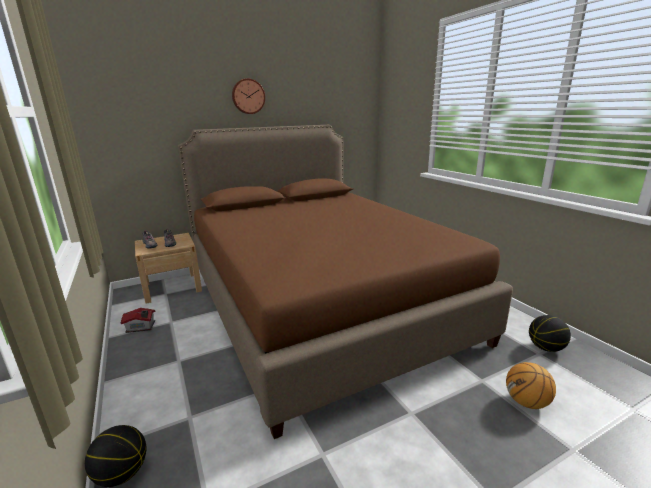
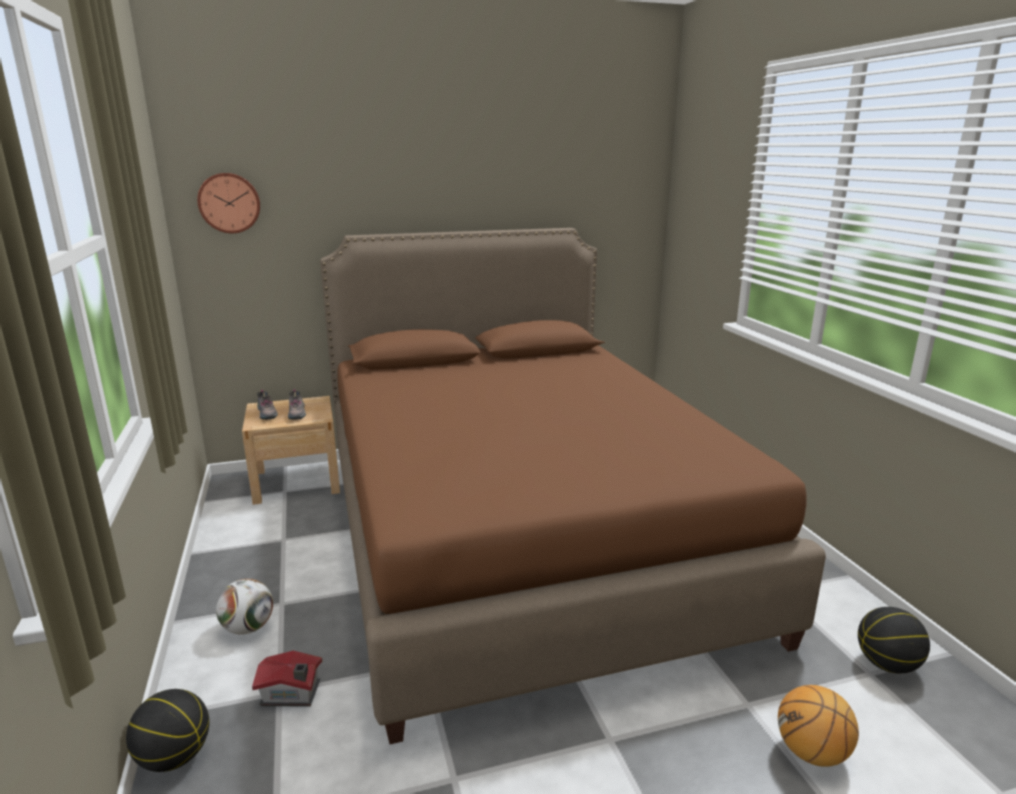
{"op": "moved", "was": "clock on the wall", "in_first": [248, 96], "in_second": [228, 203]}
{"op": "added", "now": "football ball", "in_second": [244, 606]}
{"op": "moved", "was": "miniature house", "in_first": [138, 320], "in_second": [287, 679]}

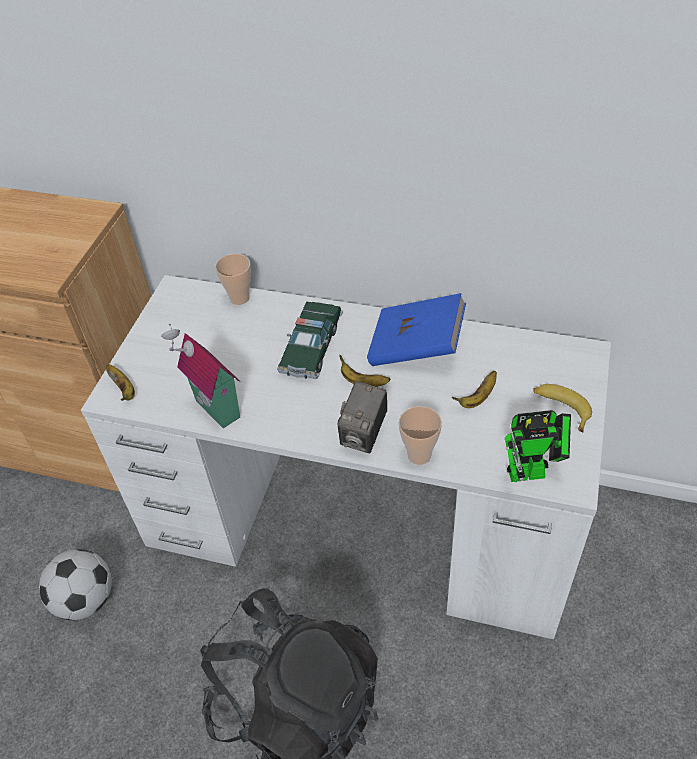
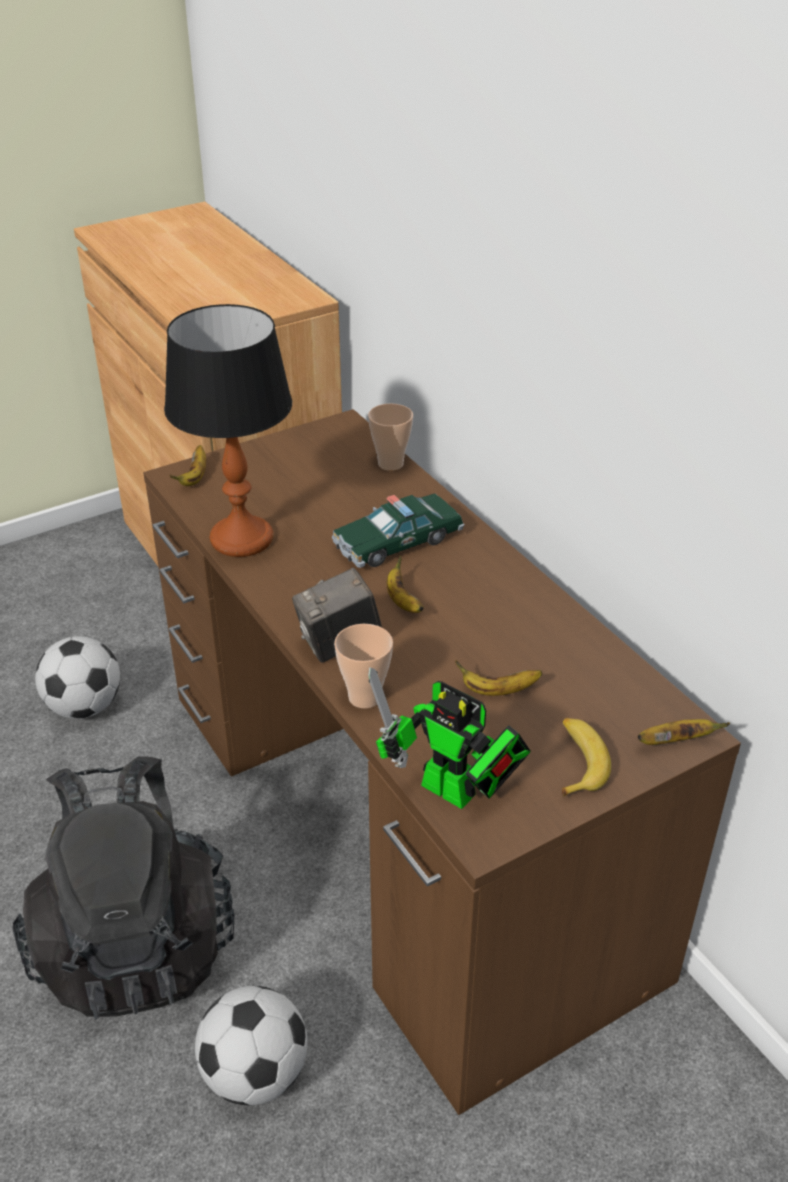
{"op": "recoloured", "was": "whitish desk", "now": "brownish desk", "in_first": [346, 457], "in_second": [442, 762]}
{"op": "replaced", "was": "miniature house", "now": "table lamp", "in_first": [201, 376], "in_second": [228, 430]}
{"op": "added", "now": "football ball", "in_second": [251, 1045]}
{"op": "added", "now": "whole banana", "in_second": [684, 732]}
{"op": "removed", "was": "bluish book", "in_first": [416, 329]}

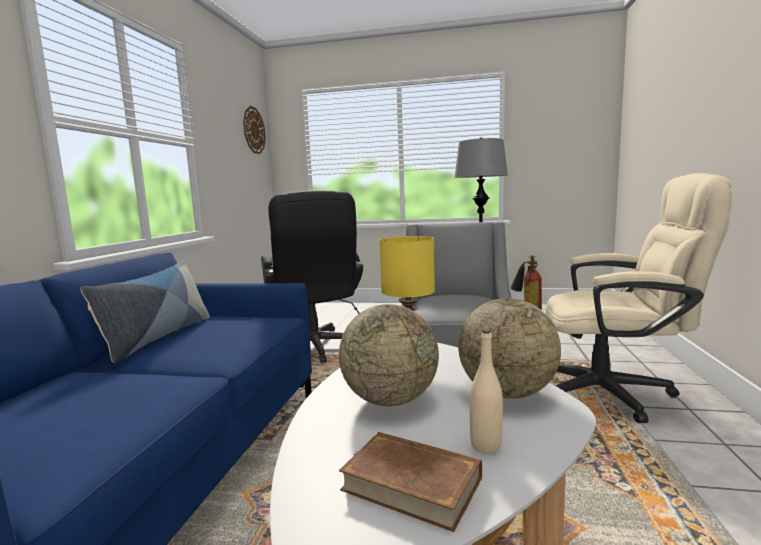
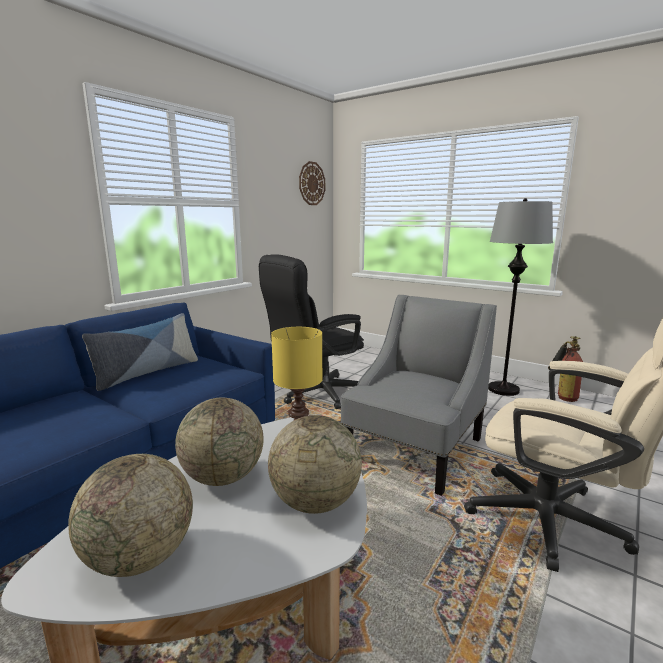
{"op": "replaced", "was": "brownish book", "now": "world globe", "in_first": [410, 482], "in_second": [130, 515]}
{"op": "turned", "was": "blackish desk chair", "in_first": [312, 276], "in_second": [311, 331], "clockwise": 45}
{"op": "removed", "was": "beige-coloured beverage bottle", "in_first": [486, 391]}

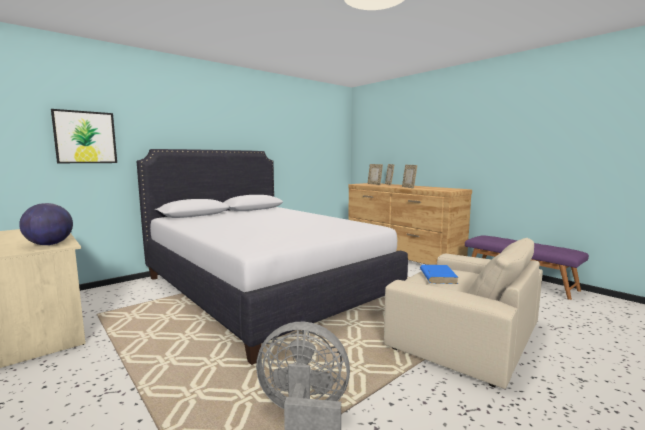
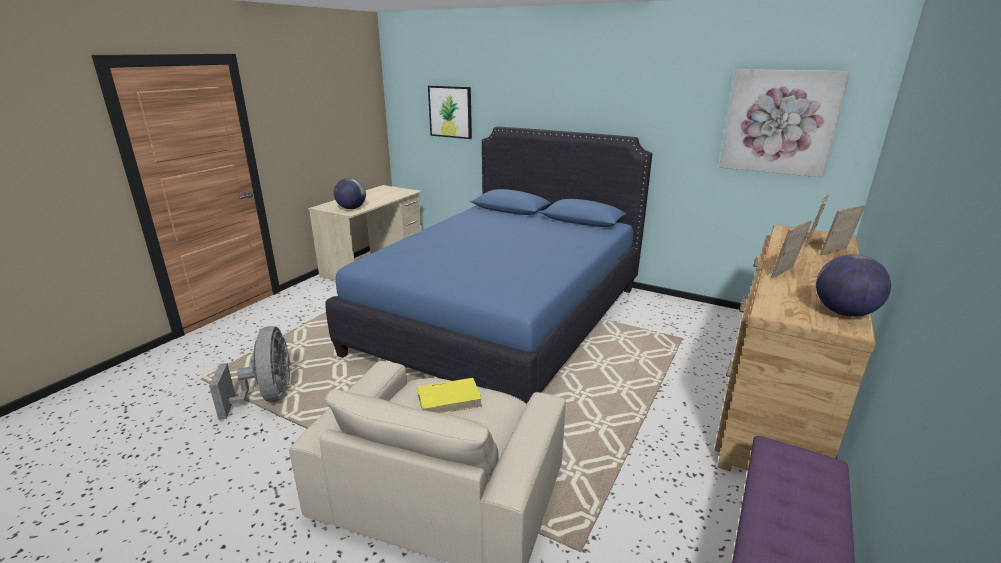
{"op": "recoloured", "was": "whitish bedroom bed", "now": "bluish bedroom bed", "in_first": [272, 257], "in_second": [488, 265]}
{"op": "recoloured", "was": "bluish book", "now": "yellow book", "in_first": [439, 274], "in_second": [449, 395]}
{"op": "added", "now": "wall art", "in_second": [784, 123]}
{"op": "added", "now": "world globe", "in_second": [853, 285]}

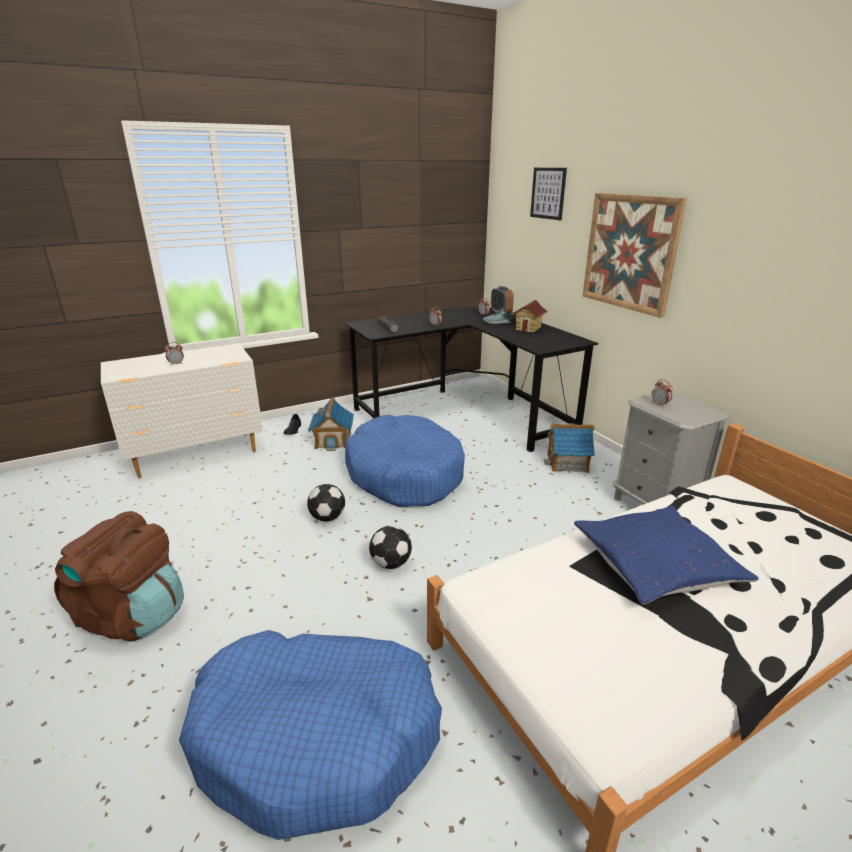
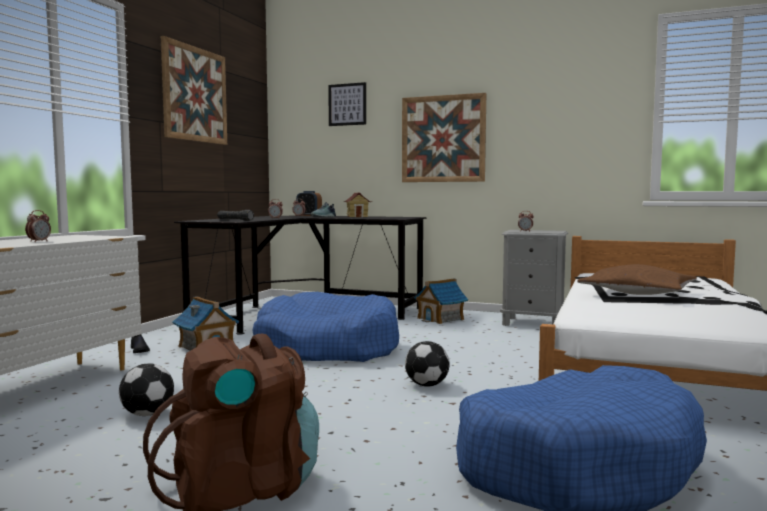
{"op": "moved", "was": "football ball", "in_first": [326, 503], "in_second": [146, 390]}
{"op": "added", "now": "wall art", "in_second": [194, 90]}
{"op": "recoloured", "was": "bluish throw pillow", "now": "brownish throw pillow", "in_first": [666, 555], "in_second": [637, 279]}

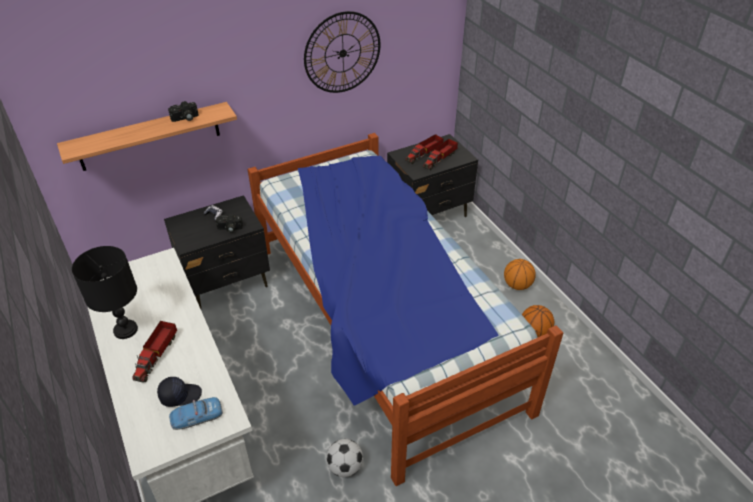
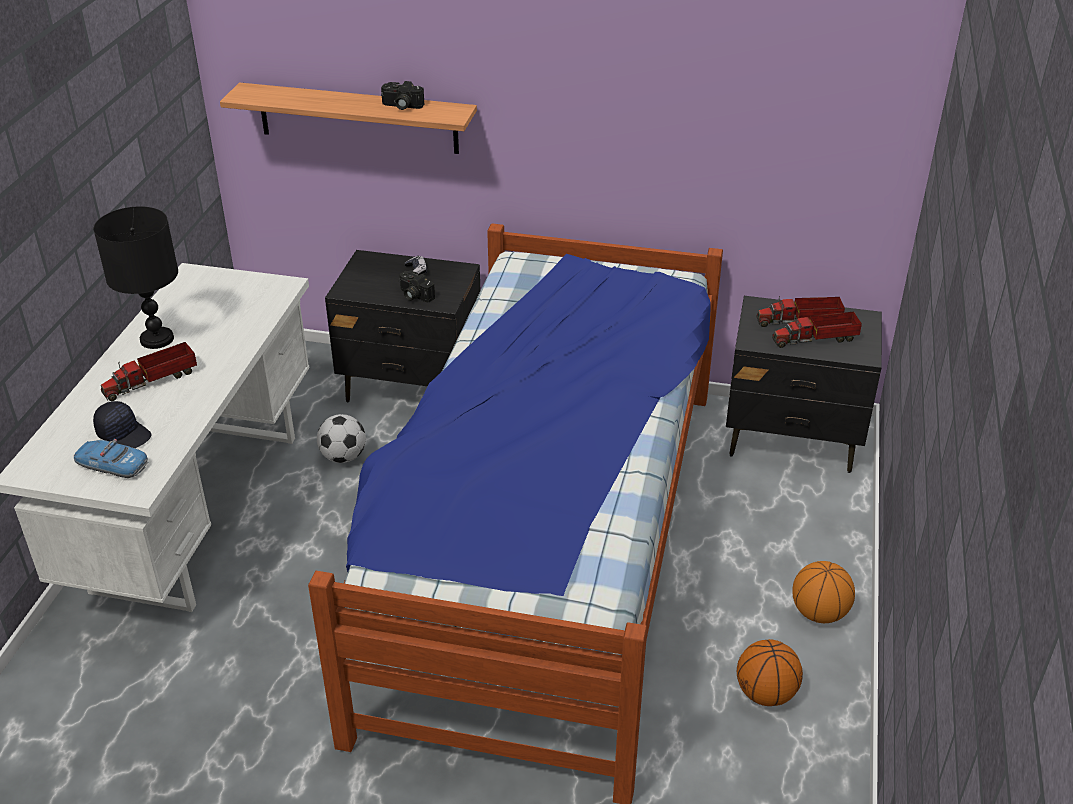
{"op": "moved", "was": "football ball", "in_first": [344, 458], "in_second": [341, 438]}
{"op": "removed", "was": "clock on the wall", "in_first": [342, 52]}

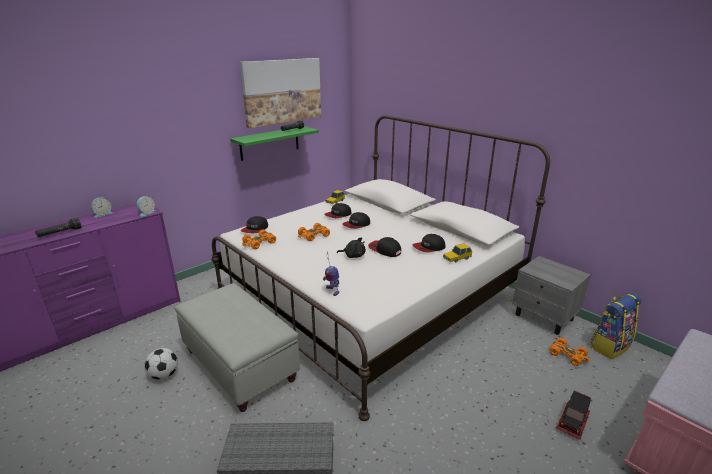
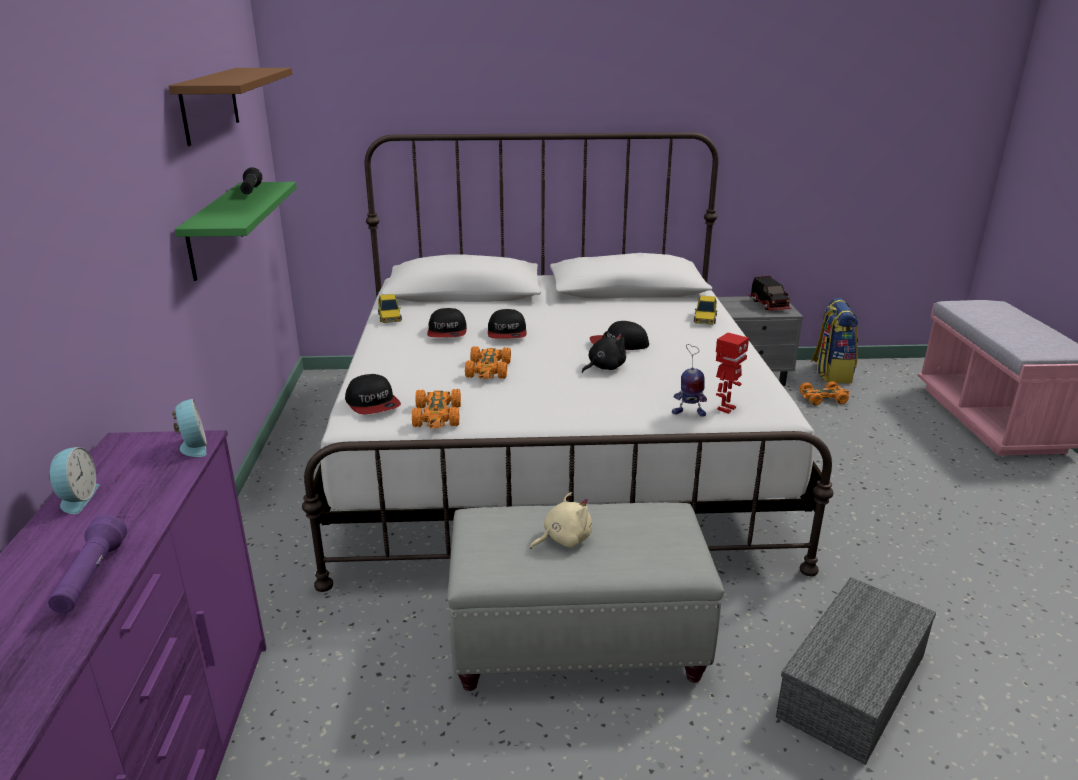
{"op": "recoloured", "was": "blackish hand torch", "now": "purple-coloured hand torch", "in_first": [58, 227], "in_second": [87, 563]}
{"op": "replaced", "was": "wall art", "now": "brownish wall shelf", "in_first": [280, 93], "in_second": [230, 107]}
{"op": "added", "now": "beige-coloured soft toy", "in_second": [561, 520]}
{"op": "added", "now": "toy robot", "in_second": [732, 373]}
{"op": "moved", "was": "toy lorry", "in_first": [573, 415], "in_second": [770, 293]}
{"op": "removed", "was": "football ball", "in_first": [161, 364]}
{"op": "removed", "was": "baseball cap", "in_first": [429, 243]}

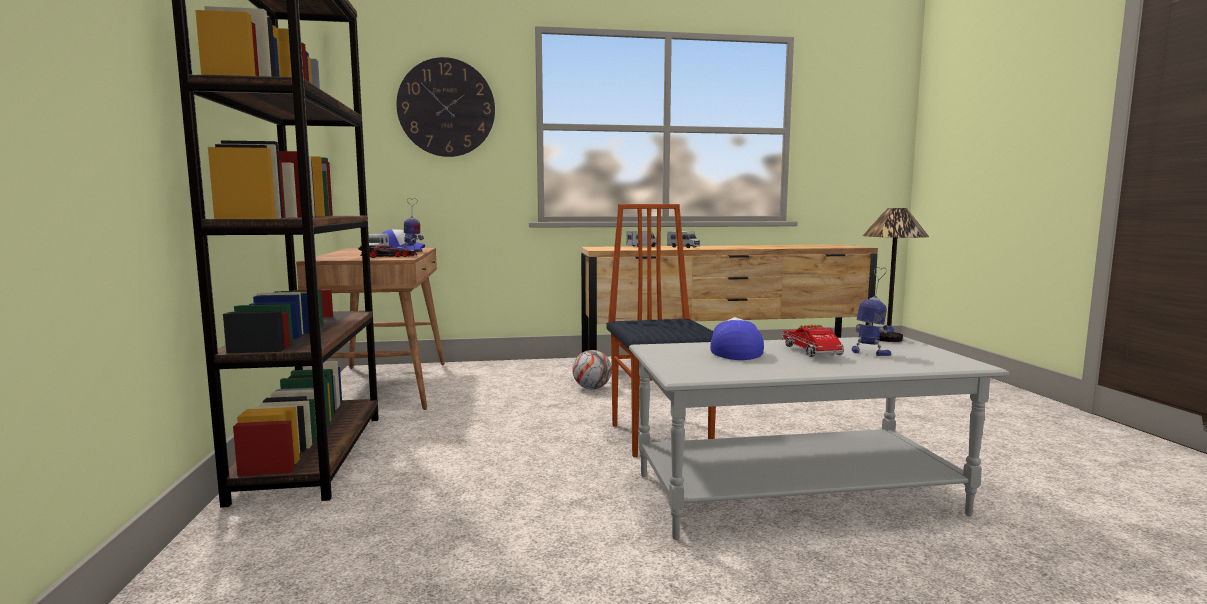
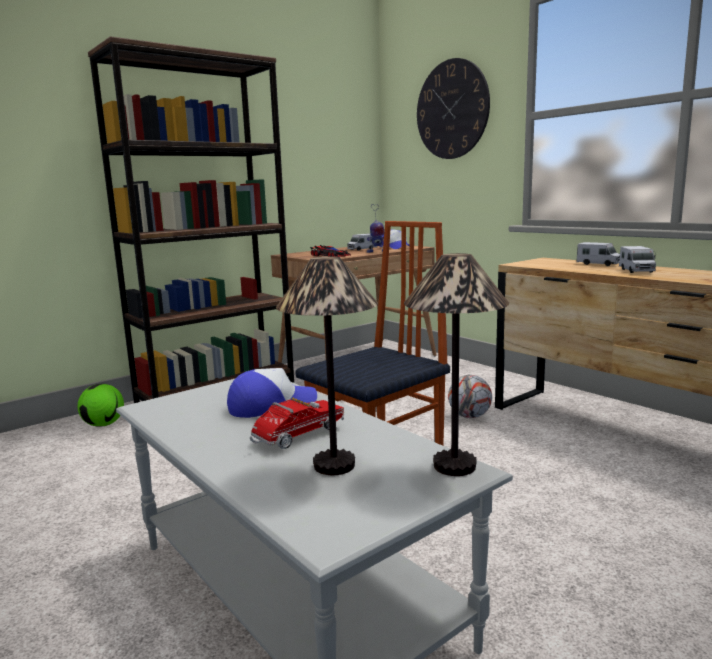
{"op": "added", "now": "football ball", "in_second": [101, 405]}
{"op": "replaced", "was": "toy robot", "now": "table lamp", "in_first": [873, 311], "in_second": [327, 365]}

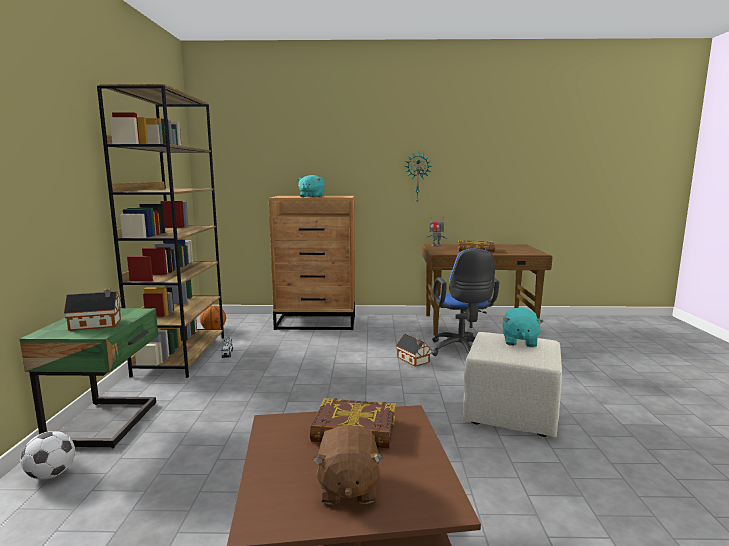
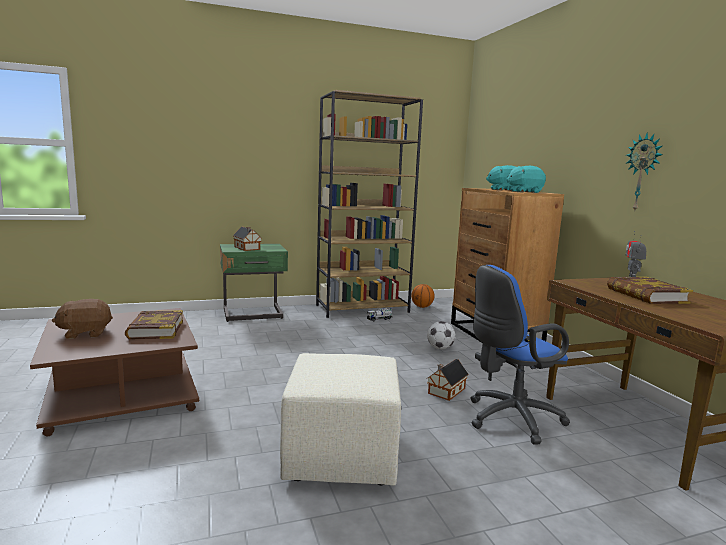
{"op": "moved", "was": "football ball", "in_first": [48, 455], "in_second": [441, 335]}
{"op": "moved", "was": "turquoise-coloured soft toy", "in_first": [523, 327], "in_second": [526, 179]}

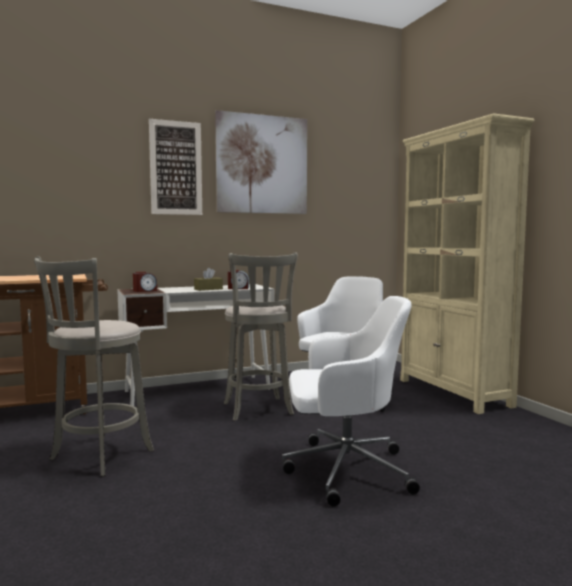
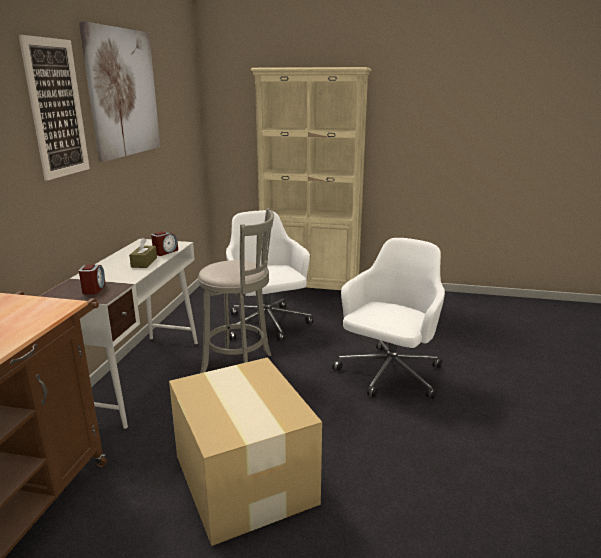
{"op": "replaced", "was": "greyish stool", "now": "packing box", "in_first": [94, 366], "in_second": [245, 451]}

